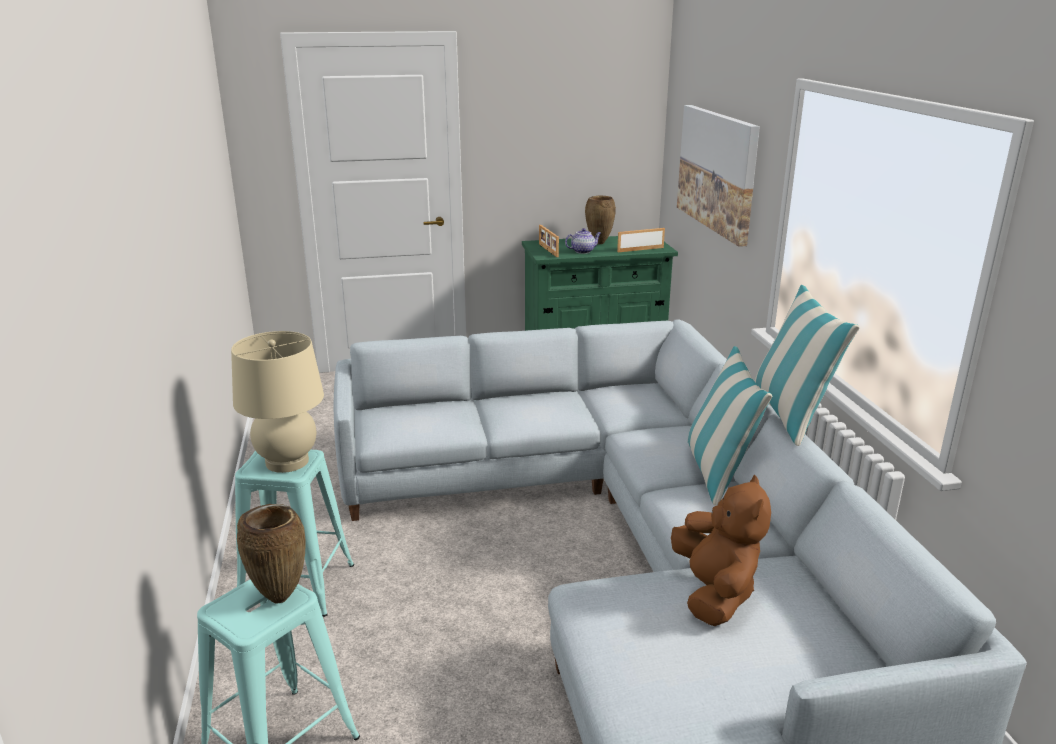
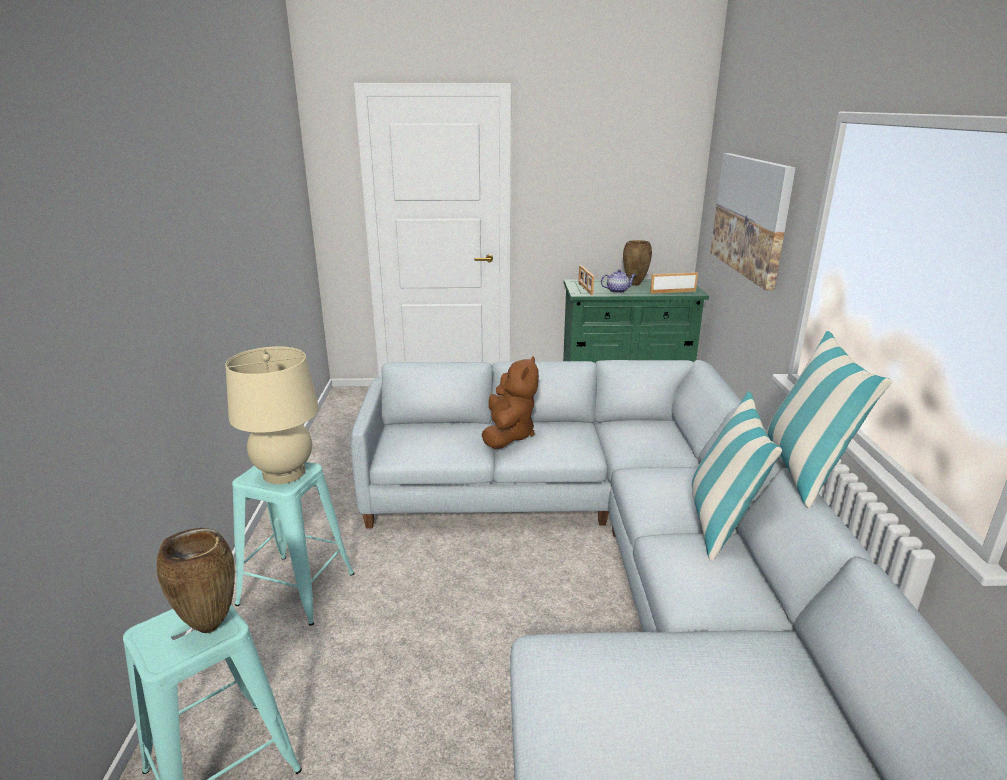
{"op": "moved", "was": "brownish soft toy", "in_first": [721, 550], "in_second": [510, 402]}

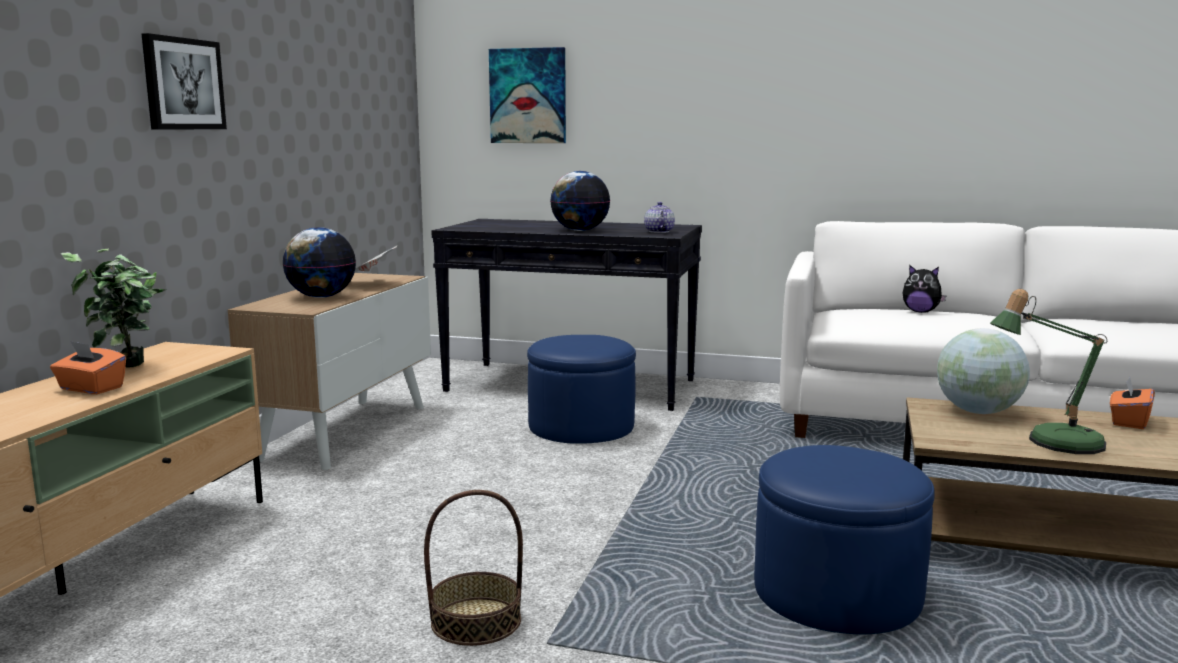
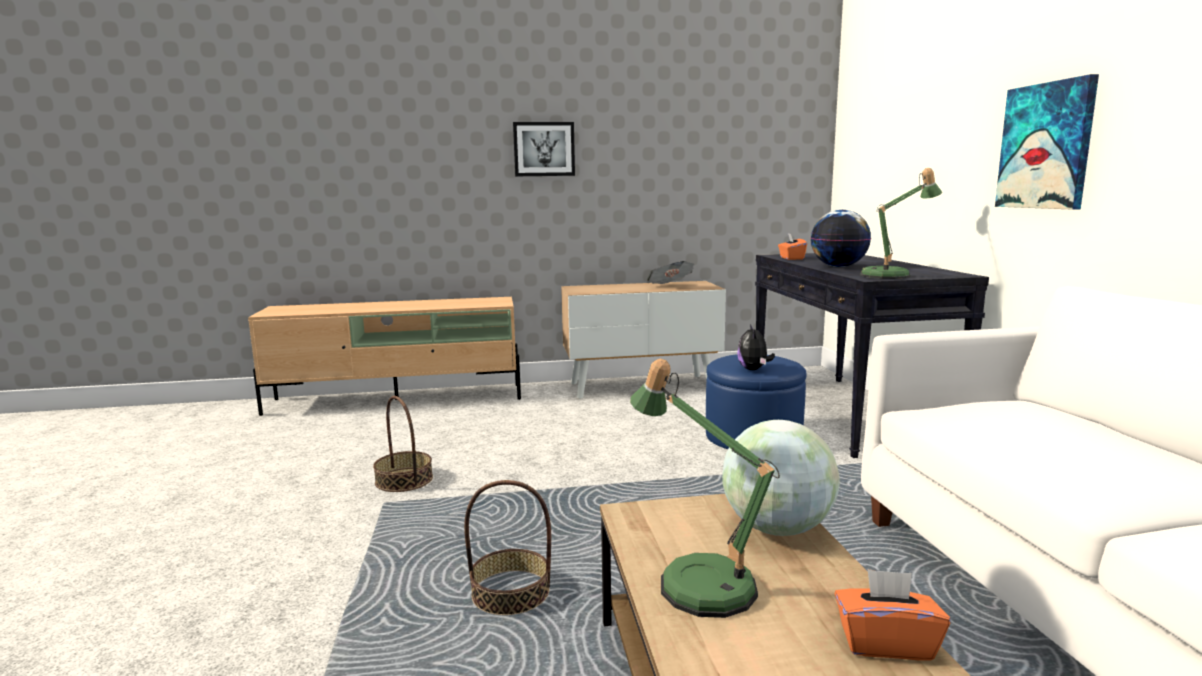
{"op": "replaced", "was": "bluish ottoman", "now": "storage basket", "in_first": [844, 539], "in_second": [507, 547]}
{"op": "moved", "was": "soft toy", "in_first": [924, 289], "in_second": [756, 347]}
{"op": "moved", "was": "orangey tissue box", "in_first": [88, 367], "in_second": [792, 246]}
{"op": "replaced", "was": "teapot", "now": "table lamp", "in_first": [659, 217], "in_second": [901, 223]}
{"op": "moved", "was": "wall art", "in_first": [527, 95], "in_second": [1047, 142]}
{"op": "removed", "was": "potted plant", "in_first": [113, 308]}
{"op": "removed", "was": "world globe", "in_first": [319, 262]}

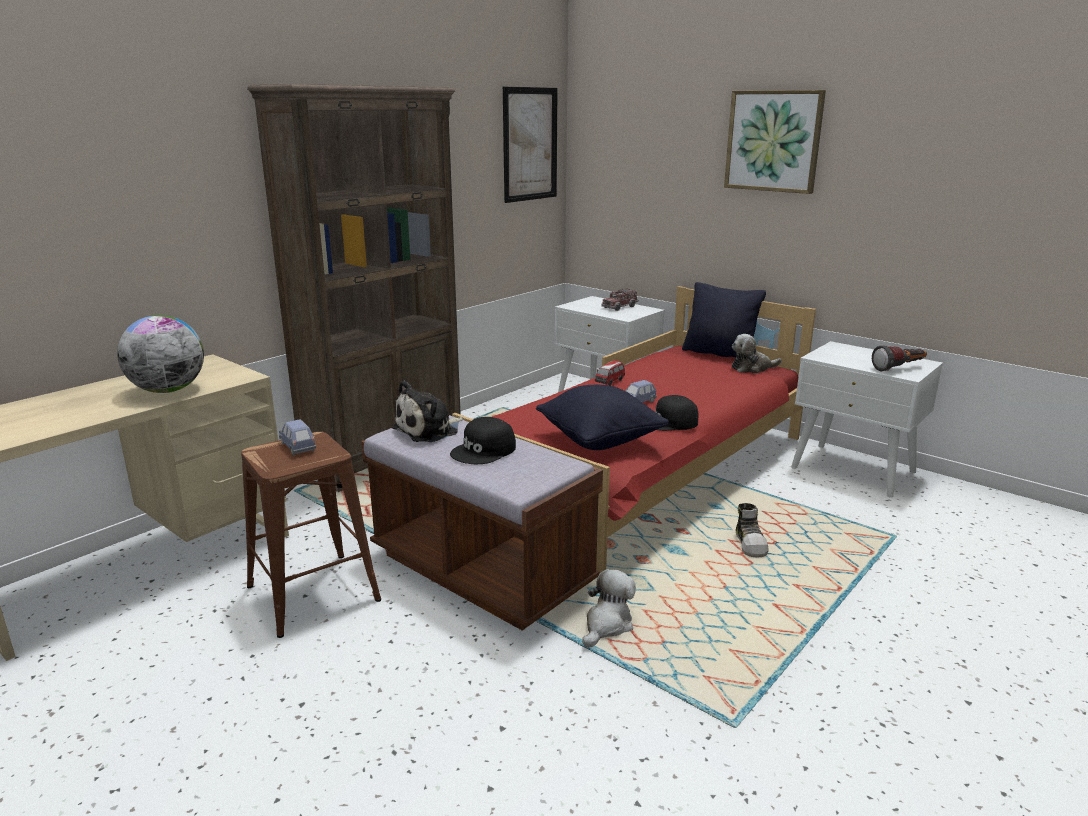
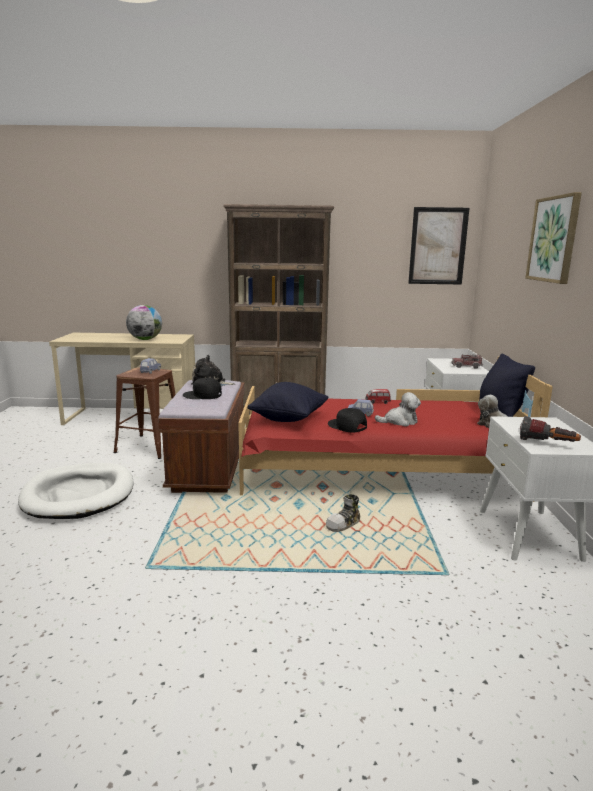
{"op": "added", "now": "whitish dog bed", "in_second": [76, 491]}
{"op": "moved", "was": "soft toy", "in_first": [609, 608], "in_second": [398, 409]}

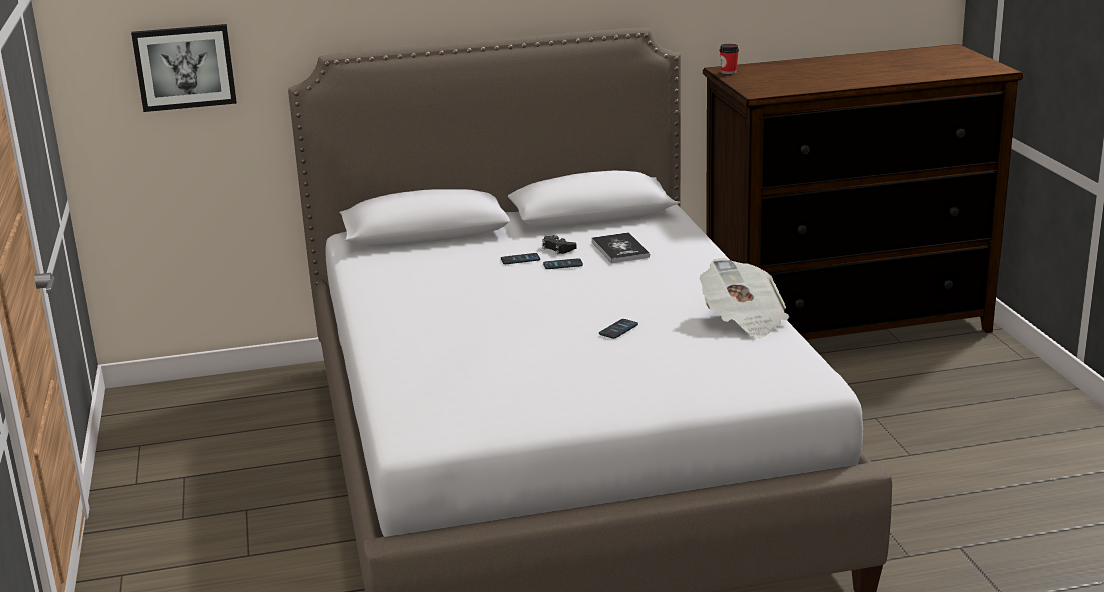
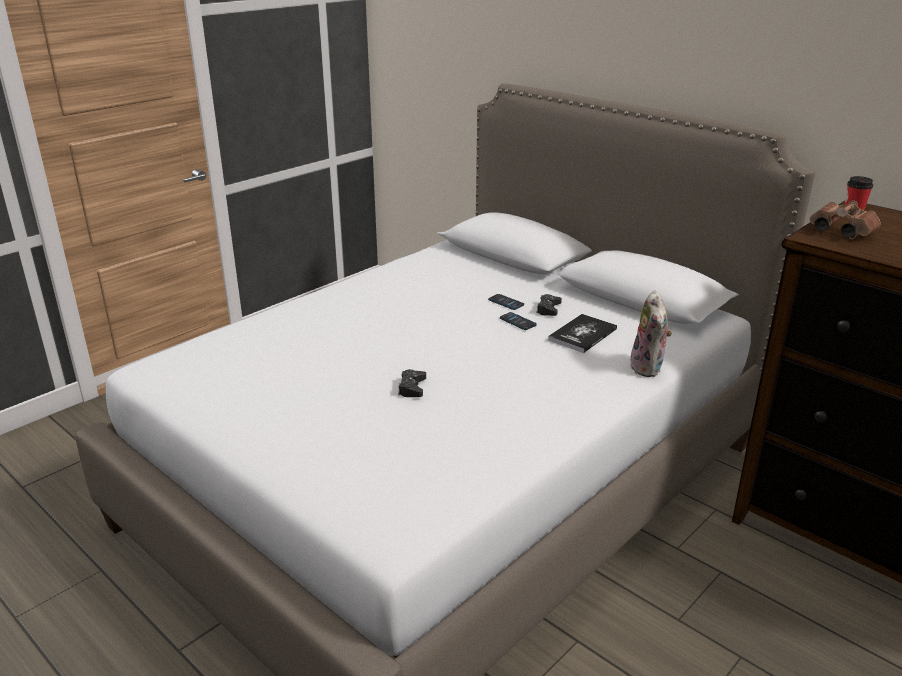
{"op": "replaced", "was": "handset", "now": "blackish game controller", "in_first": [618, 329], "in_second": [412, 383]}
{"op": "added", "now": "soft toy", "in_second": [651, 333]}
{"op": "added", "now": "brownish binoculars", "in_second": [845, 219]}
{"op": "removed", "was": "wall art", "in_first": [184, 68]}
{"op": "removed", "was": "daily paper", "in_first": [744, 298]}

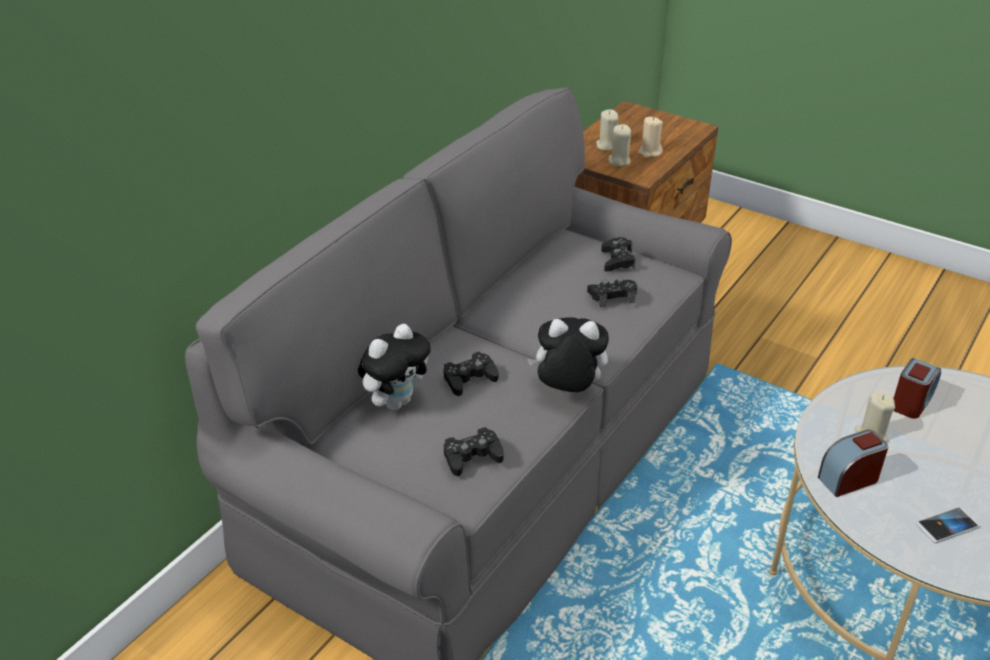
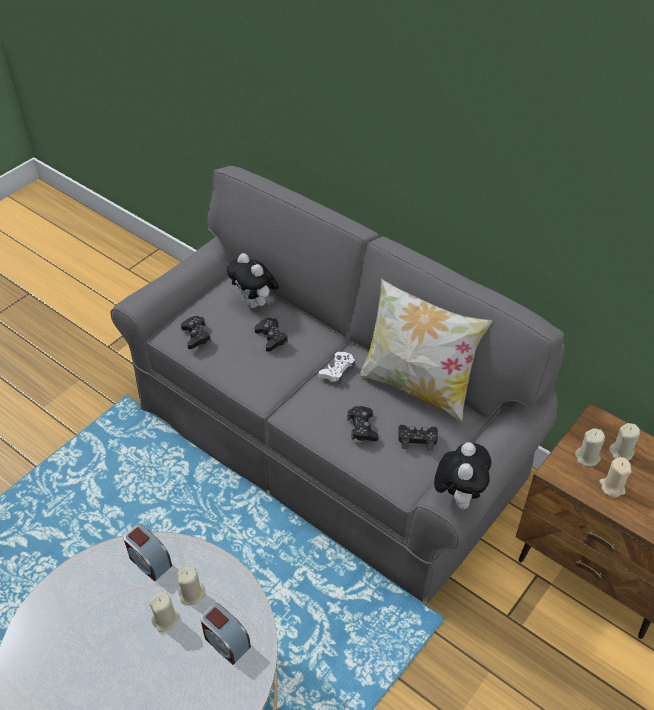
{"op": "turned", "was": "table clock", "in_first": [853, 463], "in_second": [147, 552], "clockwise": 150}
{"op": "added", "now": "beige-coloured wax light", "in_second": [165, 612]}
{"op": "added", "now": "whitish game controller", "in_second": [337, 368]}
{"op": "added", "now": "throw pillow", "in_second": [425, 350]}
{"op": "moved", "was": "soft toy", "in_first": [568, 355], "in_second": [462, 475]}
{"op": "removed", "was": "handset", "in_first": [948, 525]}

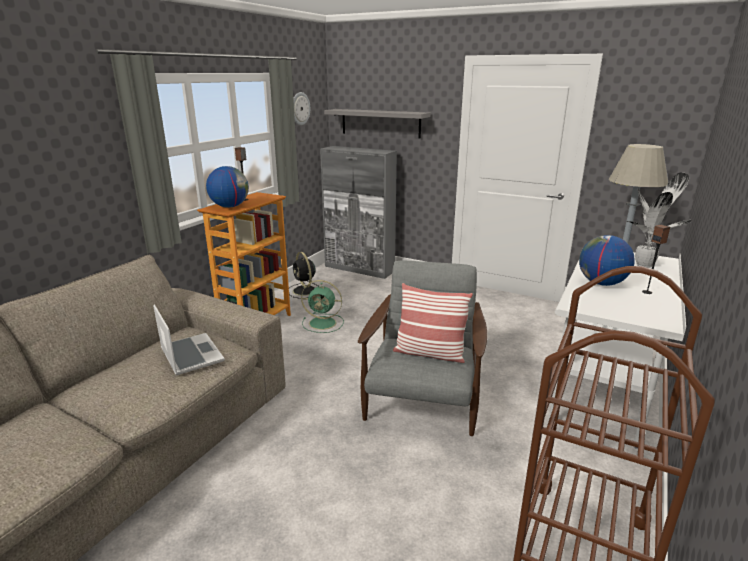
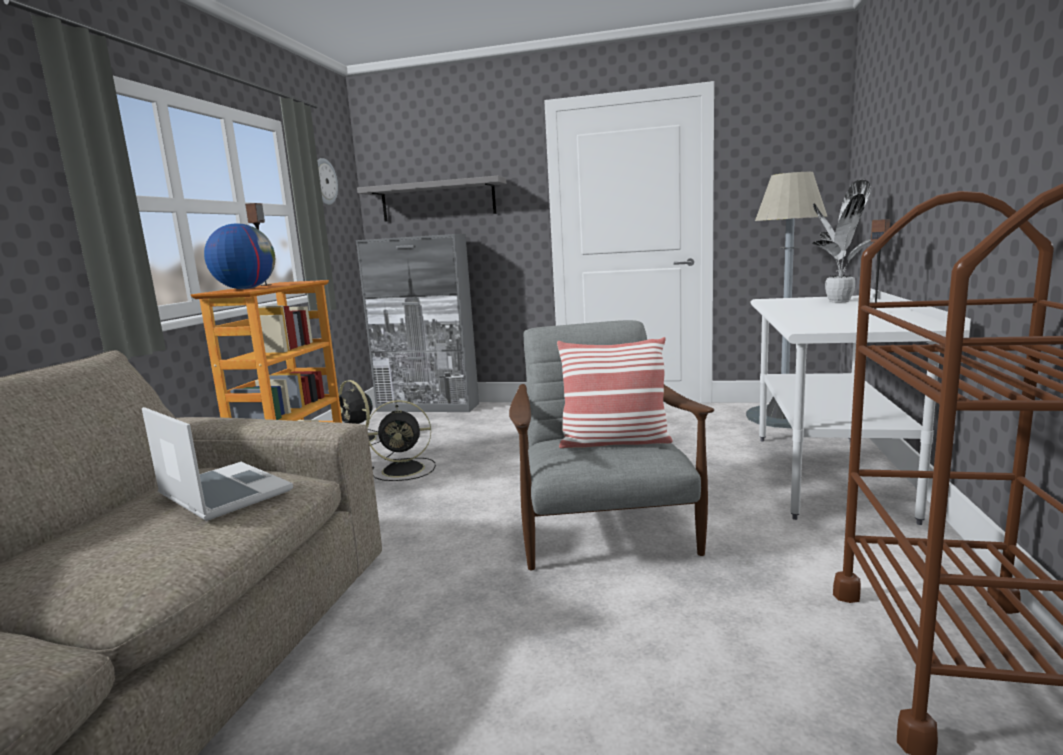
{"op": "recoloured", "was": "green-coloured electric fan", "now": "blackish electric fan", "in_first": [322, 306], "in_second": [401, 440]}
{"op": "removed", "was": "world globe", "in_first": [607, 260]}

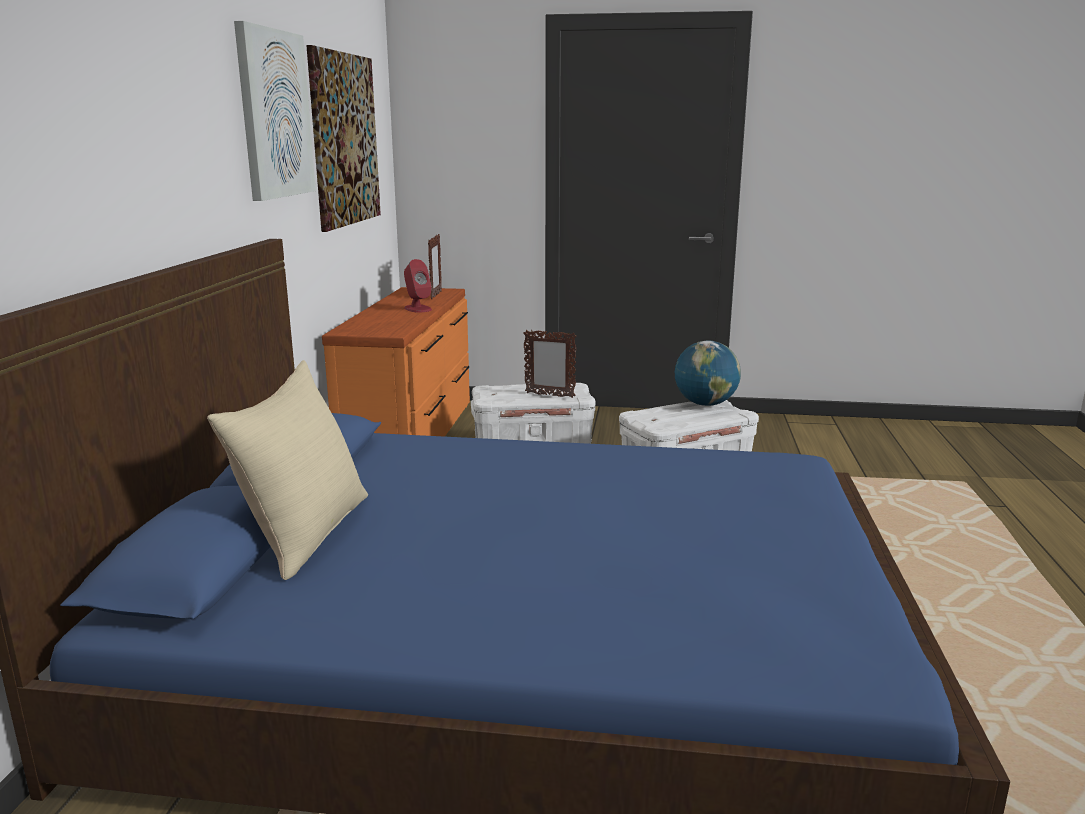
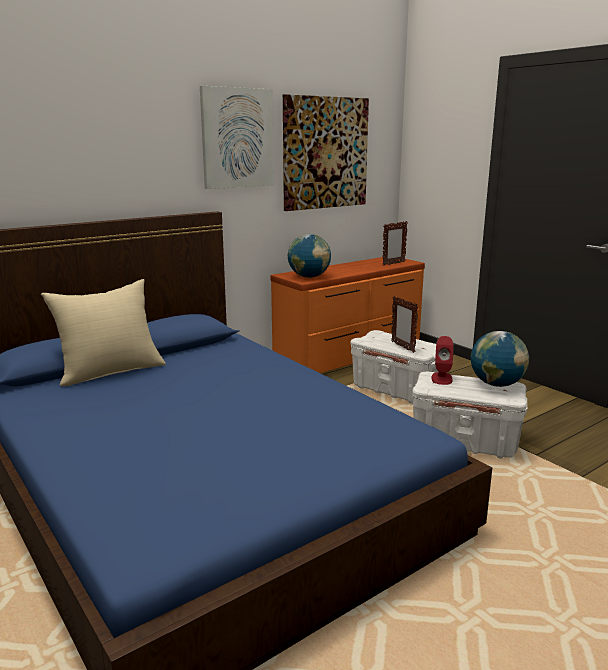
{"op": "added", "now": "world globe", "in_second": [309, 256]}
{"op": "moved", "was": "red-coloured audio speaker", "in_first": [418, 286], "in_second": [442, 360]}

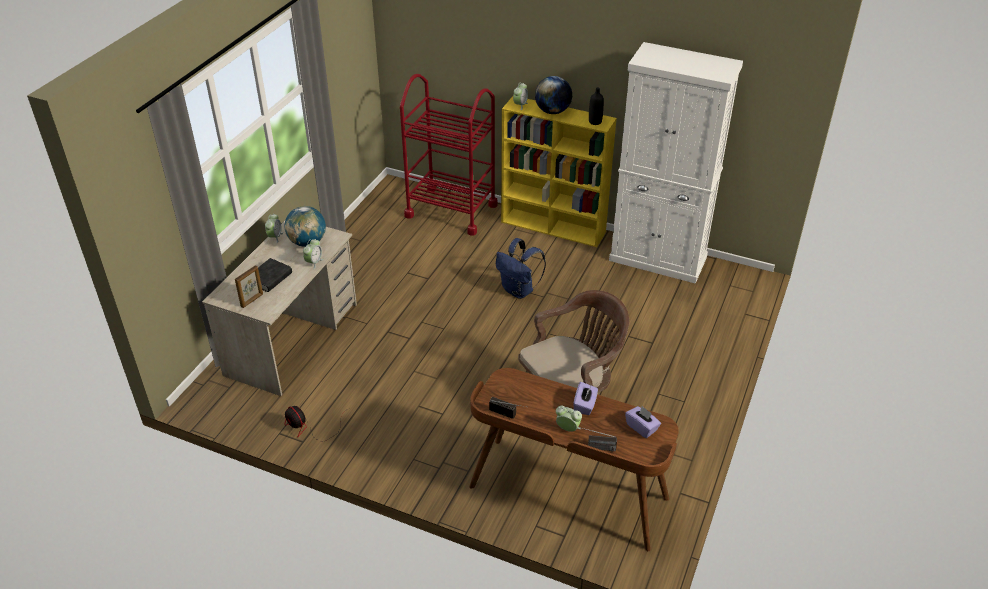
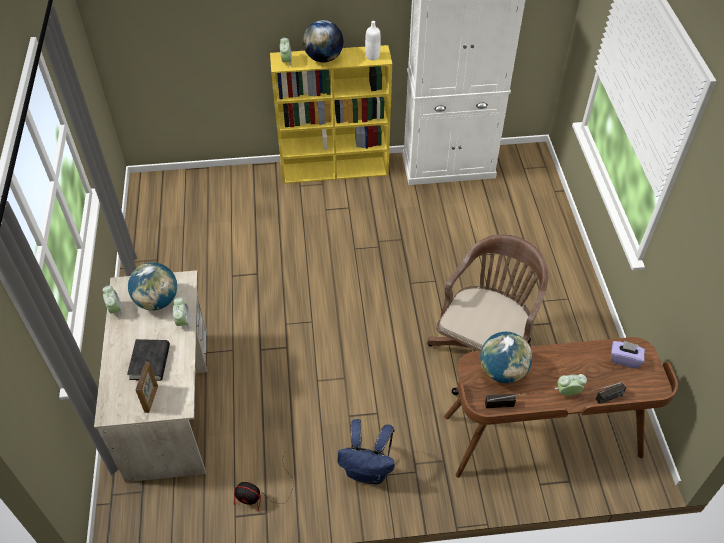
{"op": "moved", "was": "bluish knapsack", "in_first": [521, 268], "in_second": [366, 451]}
{"op": "recoloured", "was": "blackish beverage bottle", "now": "whitish beverage bottle", "in_first": [596, 106], "in_second": [373, 40]}
{"op": "added", "now": "world globe", "in_second": [506, 357]}
{"op": "removed", "was": "red-coloured wheeled cart", "in_first": [449, 155]}
{"op": "removed", "was": "purple-coloured tissue box", "in_first": [585, 398]}

